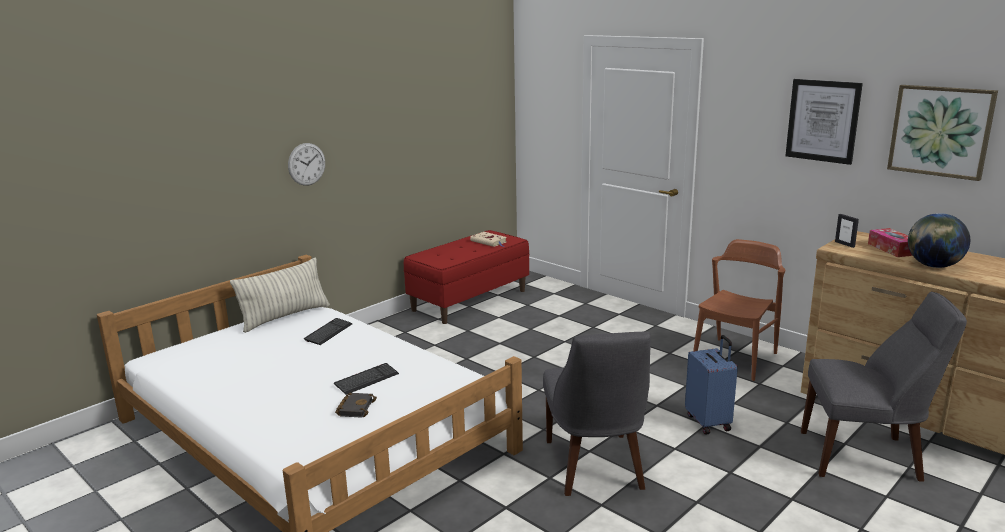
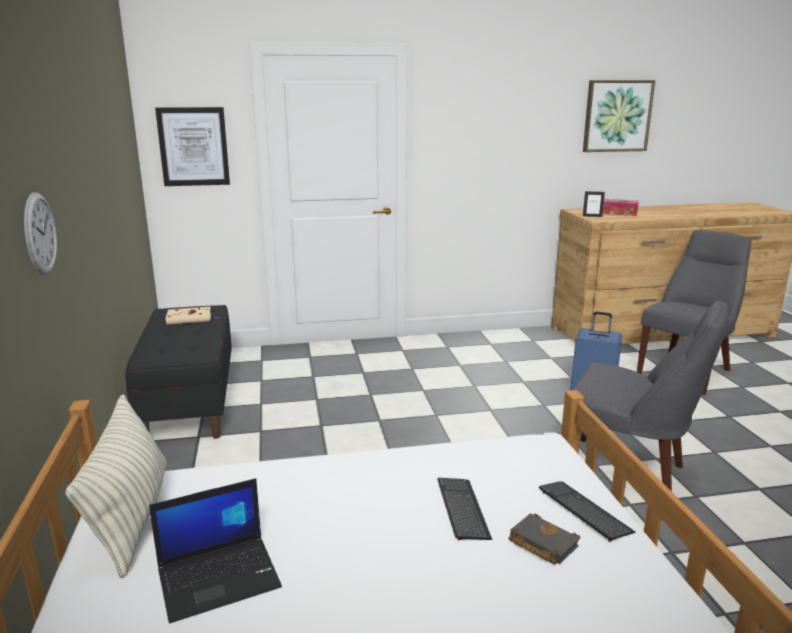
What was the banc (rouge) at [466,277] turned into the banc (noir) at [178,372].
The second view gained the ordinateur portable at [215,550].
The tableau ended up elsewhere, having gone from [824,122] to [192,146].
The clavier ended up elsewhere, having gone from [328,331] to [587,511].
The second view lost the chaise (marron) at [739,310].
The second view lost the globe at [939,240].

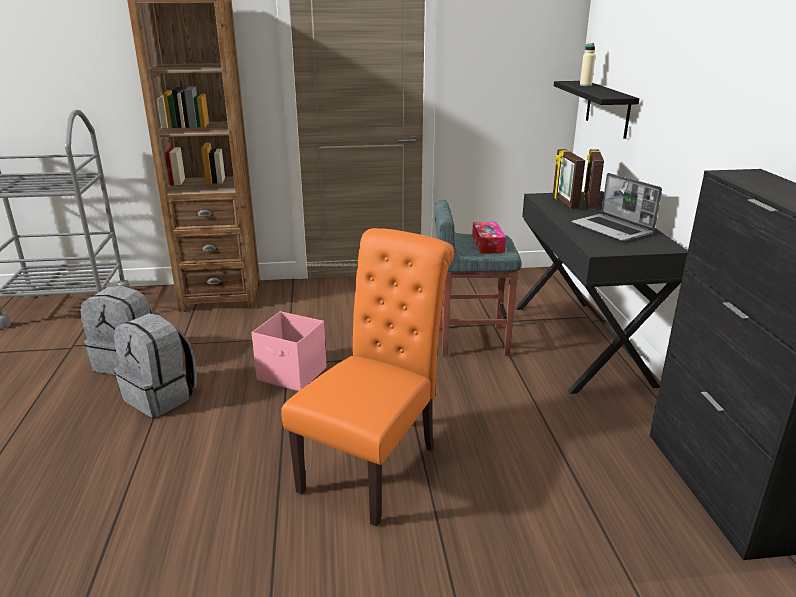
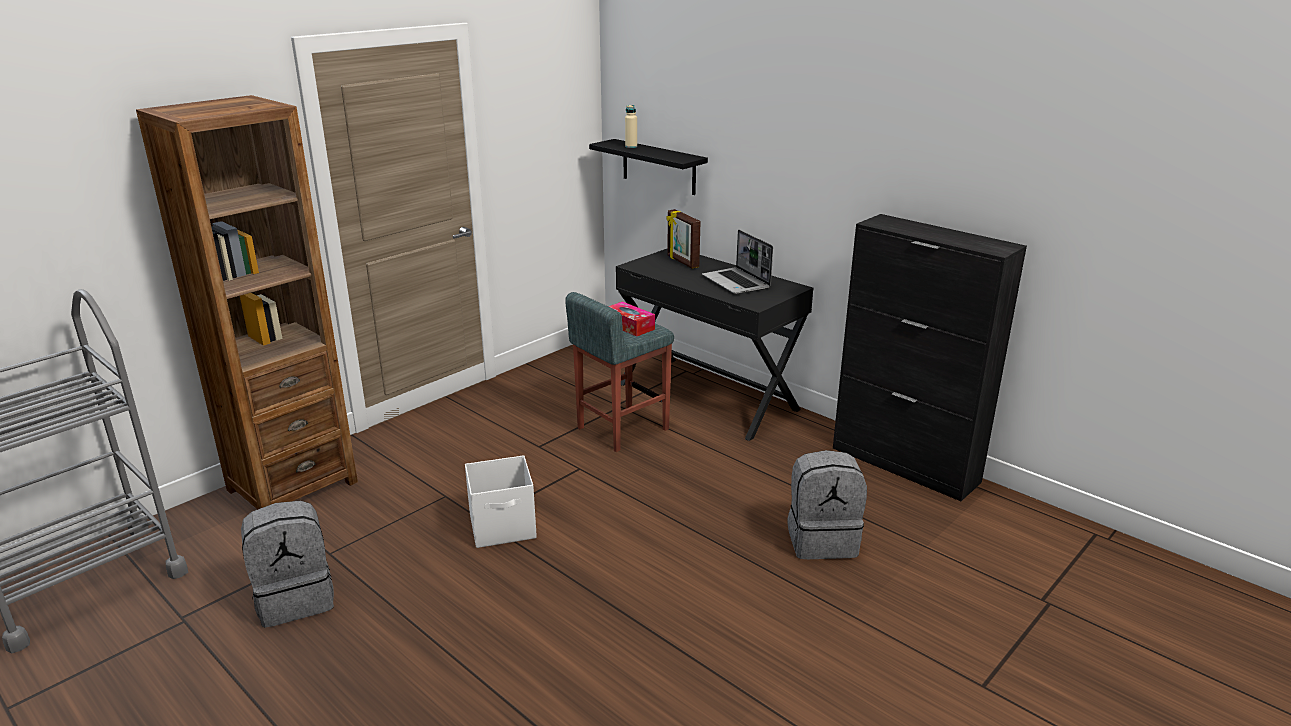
What was the boîte de rangement (rose) at [289,351] turned into the boîte de rangement (blanc) at [501,501].
The ordinateur portable at [616,207] ended up facing another way, 45 degrees clockwise from before.
The sac à dos (gris) ended up elsewhere, having gone from [155,365] to [827,504].
The second view lost the chaise (orange) at [367,377].
The second view lost the cadre photo at [569,179].

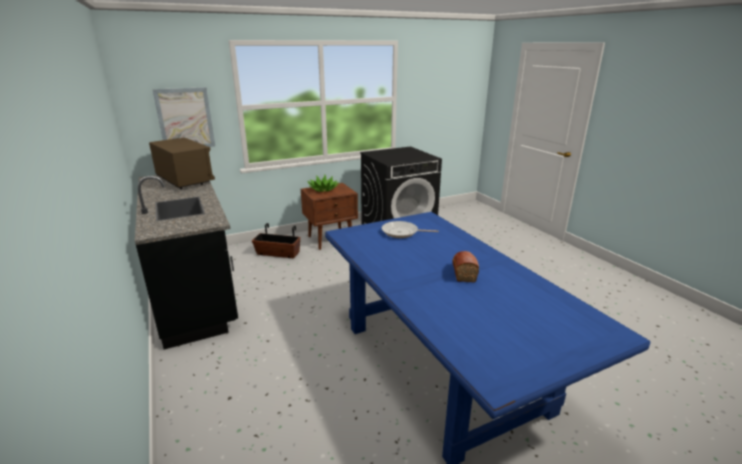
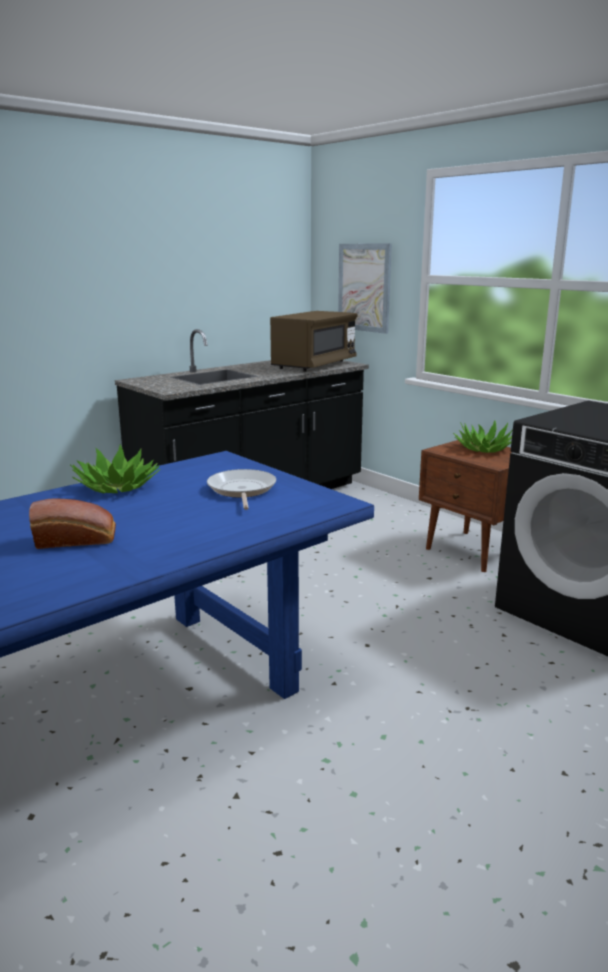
The second view gained the plante en pot at [115,469].
The second view lost the cache-pot at [276,240].

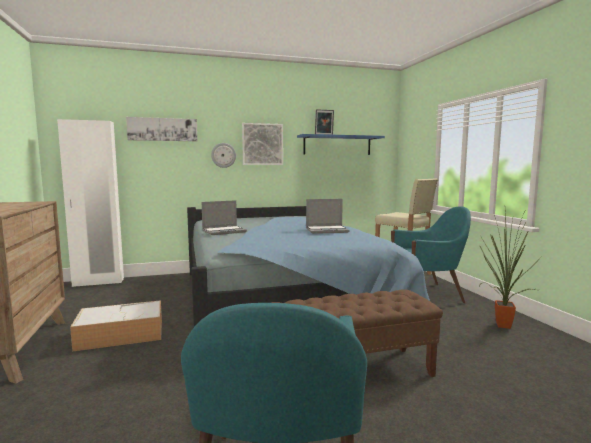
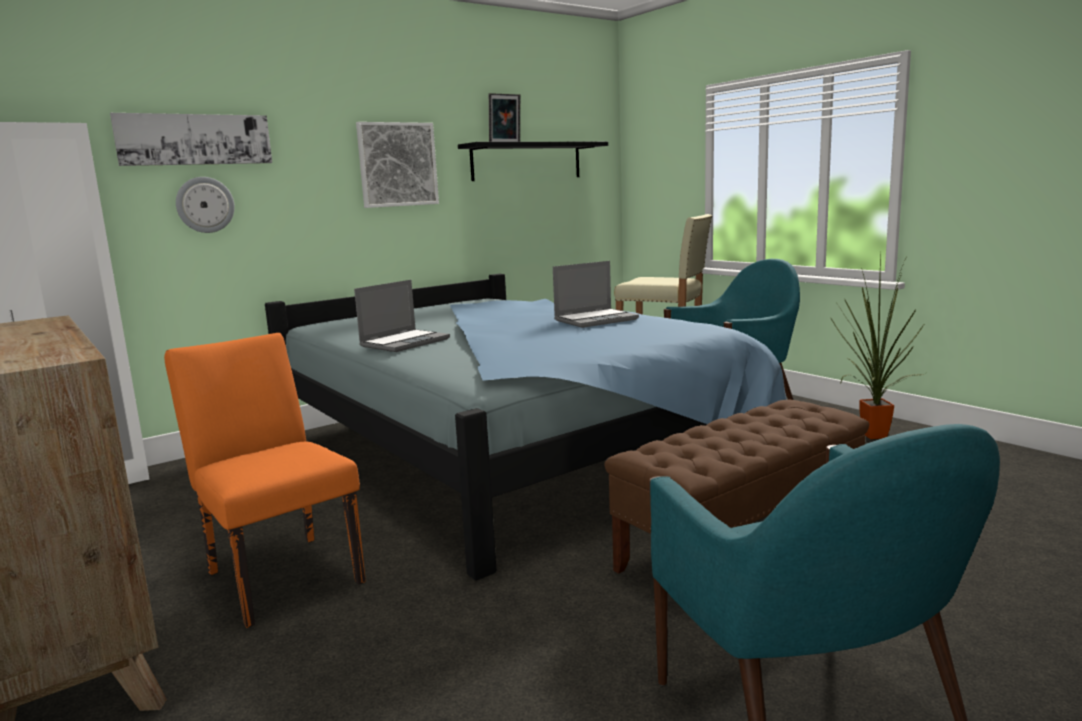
Where the boîte de rangement stood at [116,326], the chaise (orange) came to stand at [265,480].
The horloge murale ended up elsewhere, having gone from [223,155] to [205,205].
What was the étagère (bleu) at [341,144] turned into the étagère (noir) at [533,161].

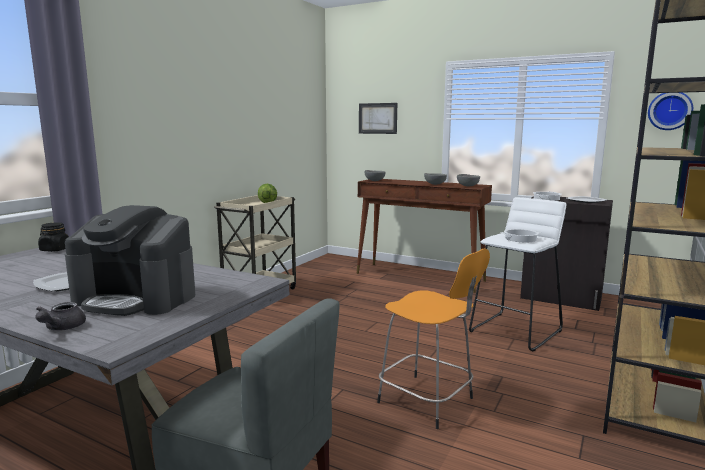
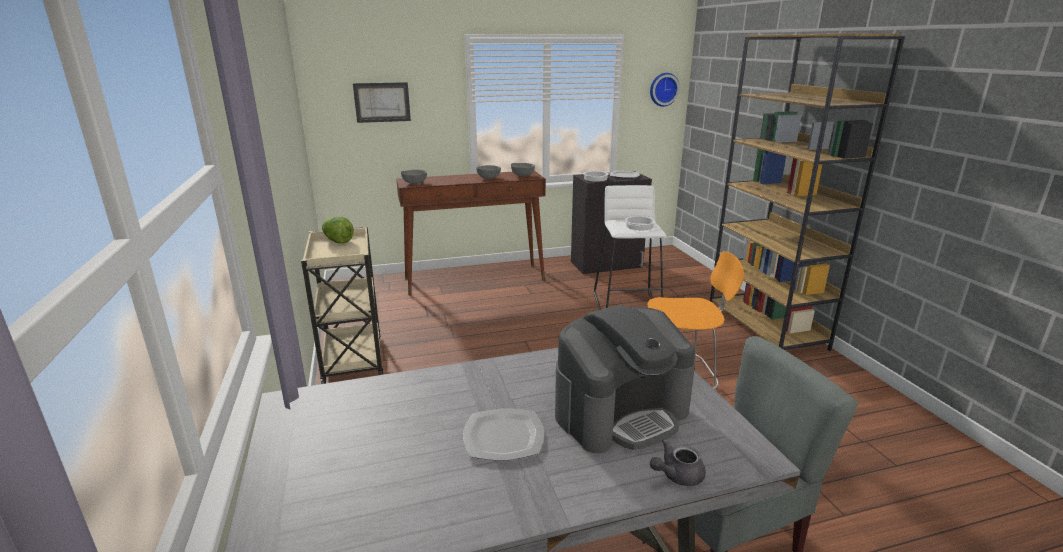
The théière (gris) at [60,316] ended up facing another way, 105 degrees clockwise from before.
The second view lost the bocal (noir) at [53,237].

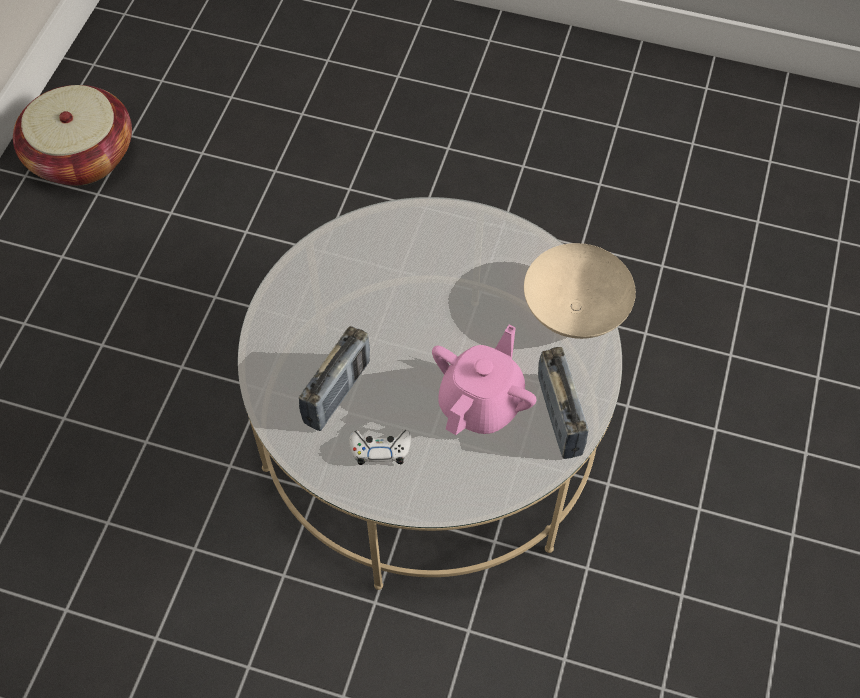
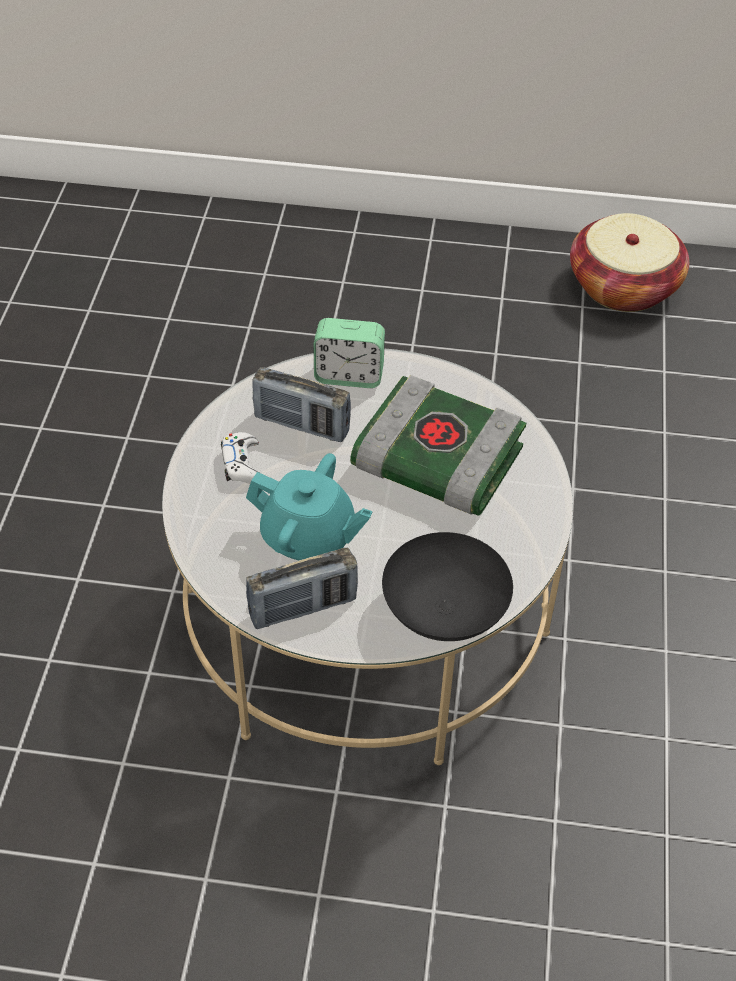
What was the théière (rose) at [484,380] turned into the théière (turquoise) at [309,506].
The second view gained the réveil at [349,353].
The second view gained the livre at [438,445].
What was the bol (beige) at [580,291] turned into the bol (noir) at [447,586].

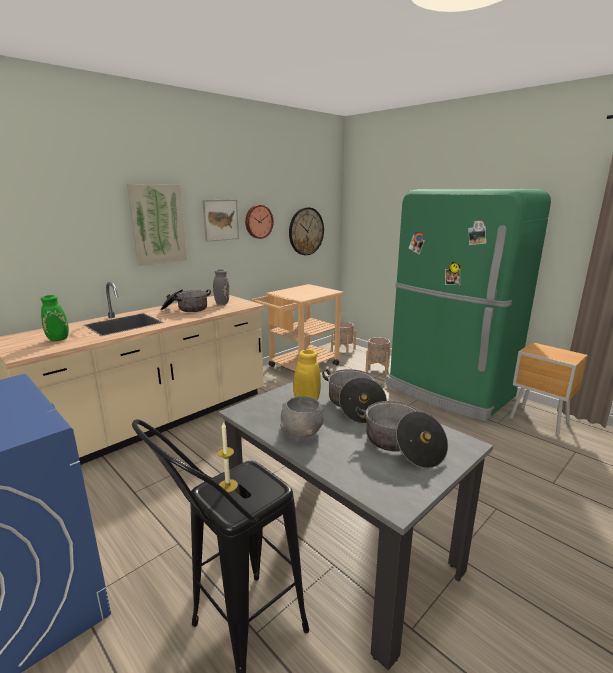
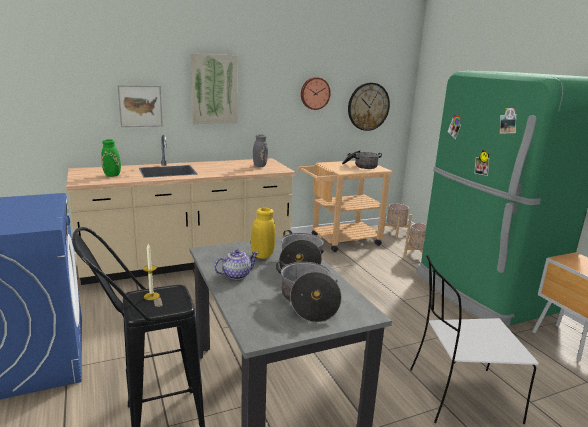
The tableau ended up elsewhere, having gone from [220,221] to [140,106].
Where the bol (gris) stood at [302,417], the théière came to stand at [236,264].
The marmite ended up elsewhere, having gone from [186,300] to [362,159].
The second view gained the chaise (blanc) at [474,339].

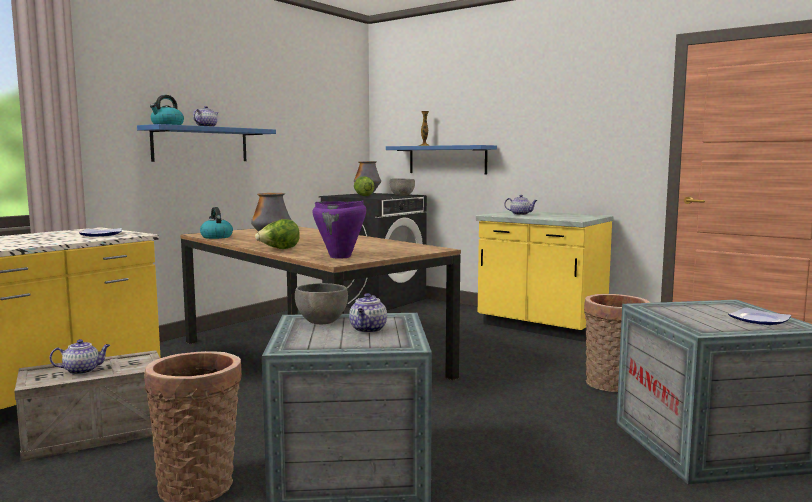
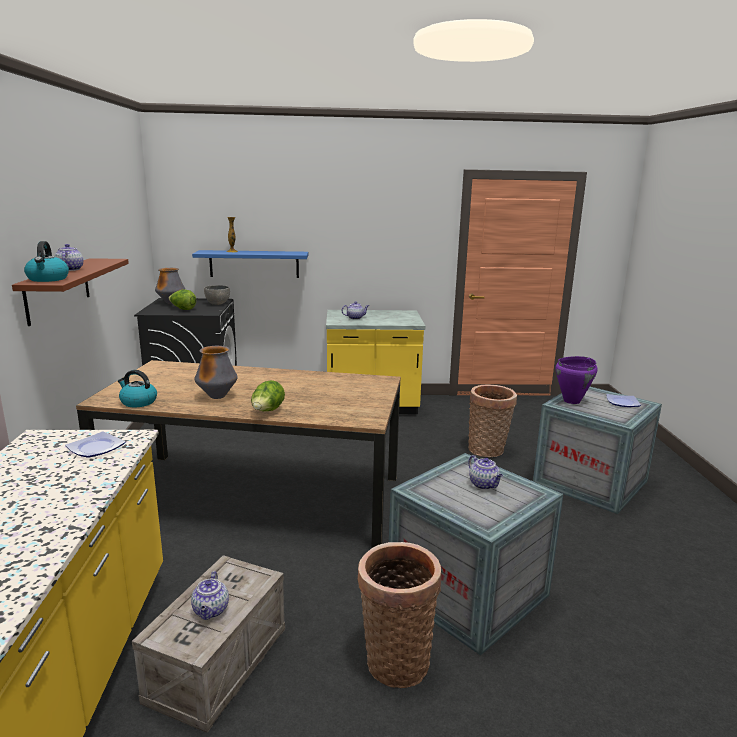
What was the étagère (bleu) at [206,143] turned into the étagère (marron) at [70,292].
The théière at [79,357] ended up facing another way, 150 degrees clockwise from before.
The marmite (violet) ended up elsewhere, having gone from [339,230] to [576,380].
The second view lost the bol (gris) at [321,303].

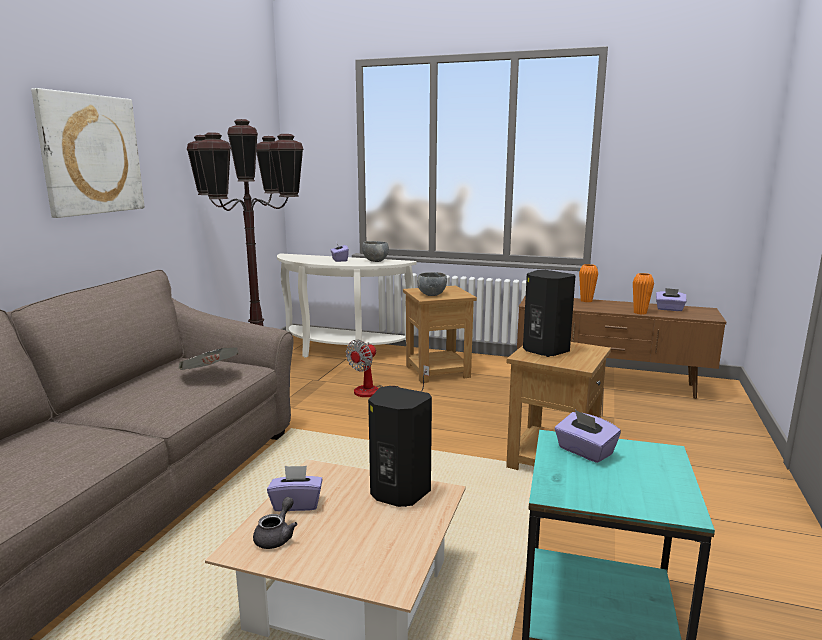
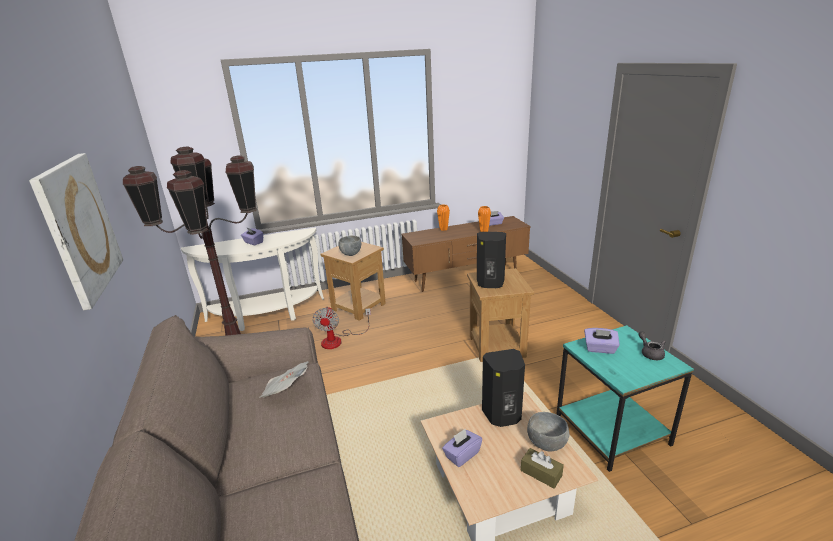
The second view gained the boîte à mouchoirs (marron) at [542,468].
The bol (gris) ended up elsewhere, having gone from [375,251] to [548,431].
The théière (gris) ended up elsewhere, having gone from [275,523] to [652,345].

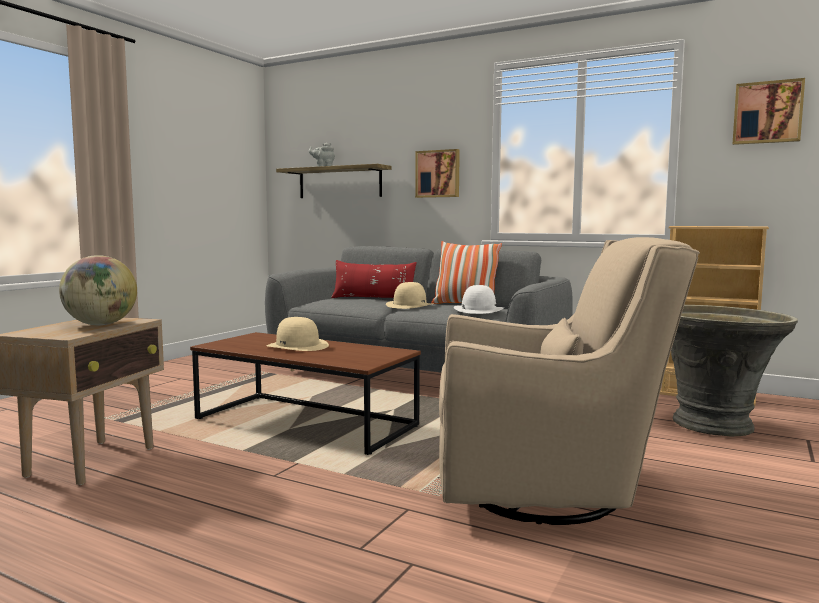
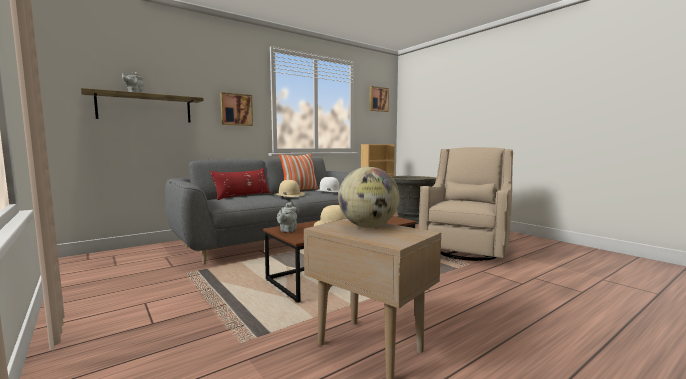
The second view gained the théière (gris) at [287,217].

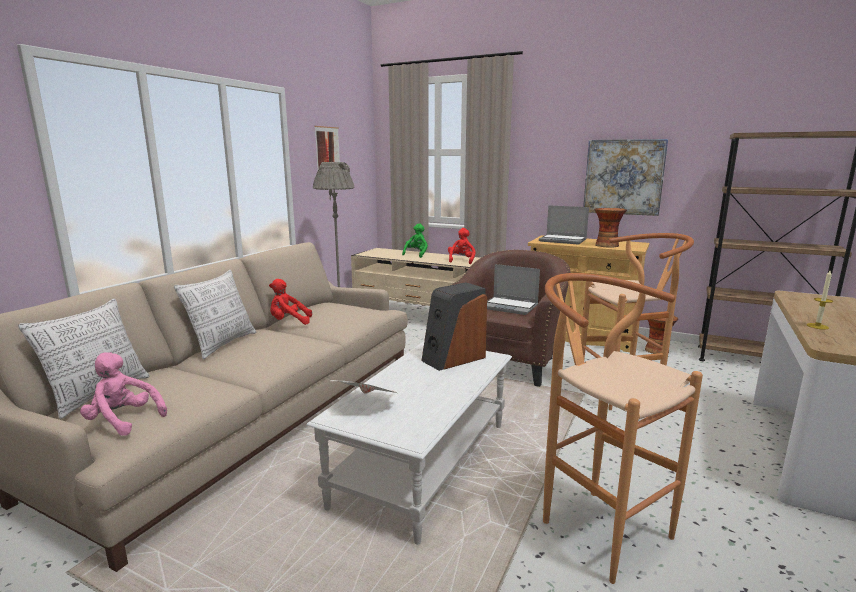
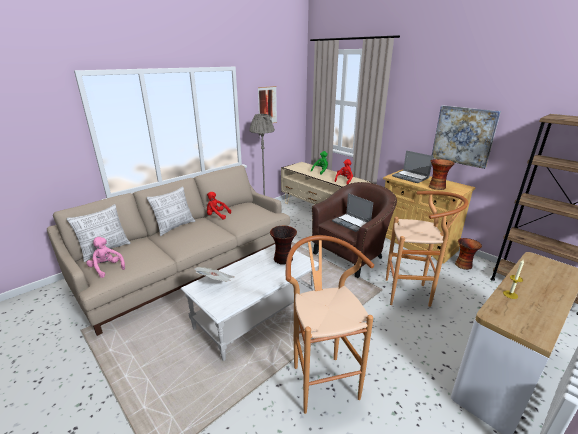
Where the enceinte stood at [454,326], the vase came to stand at [283,245].

